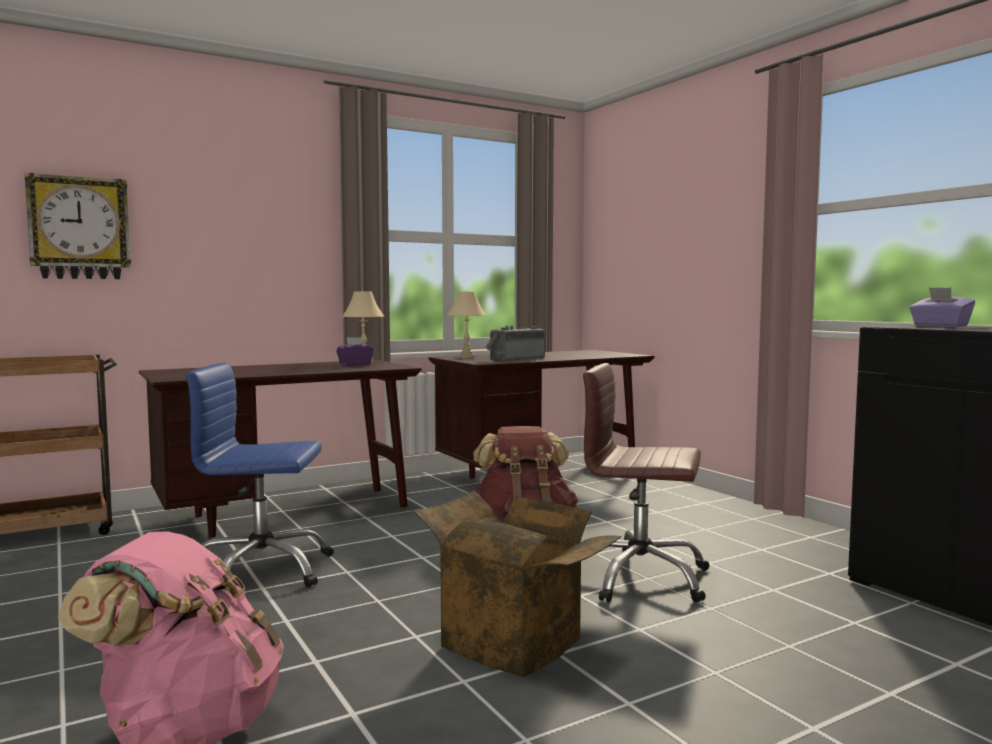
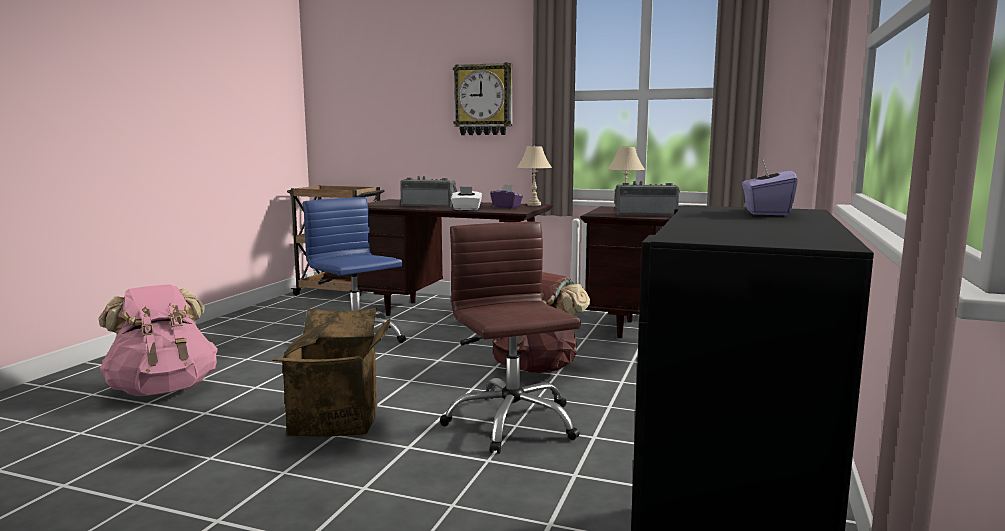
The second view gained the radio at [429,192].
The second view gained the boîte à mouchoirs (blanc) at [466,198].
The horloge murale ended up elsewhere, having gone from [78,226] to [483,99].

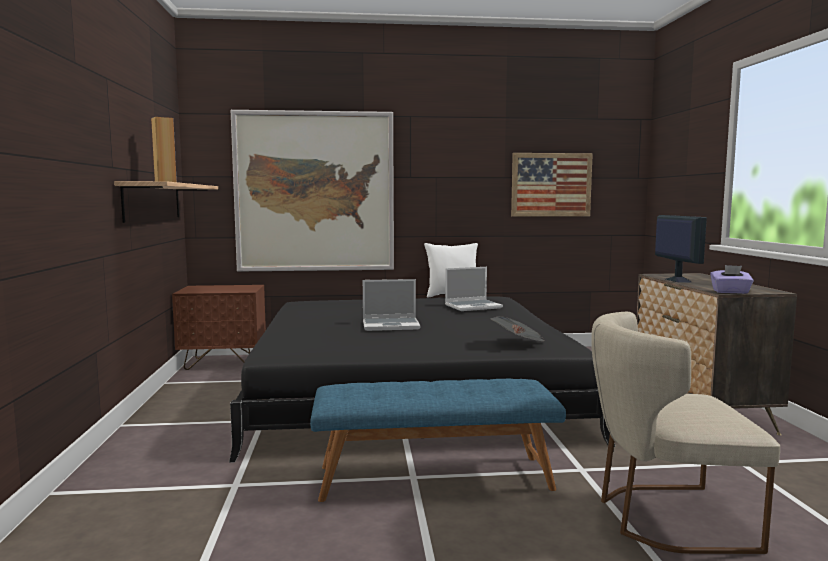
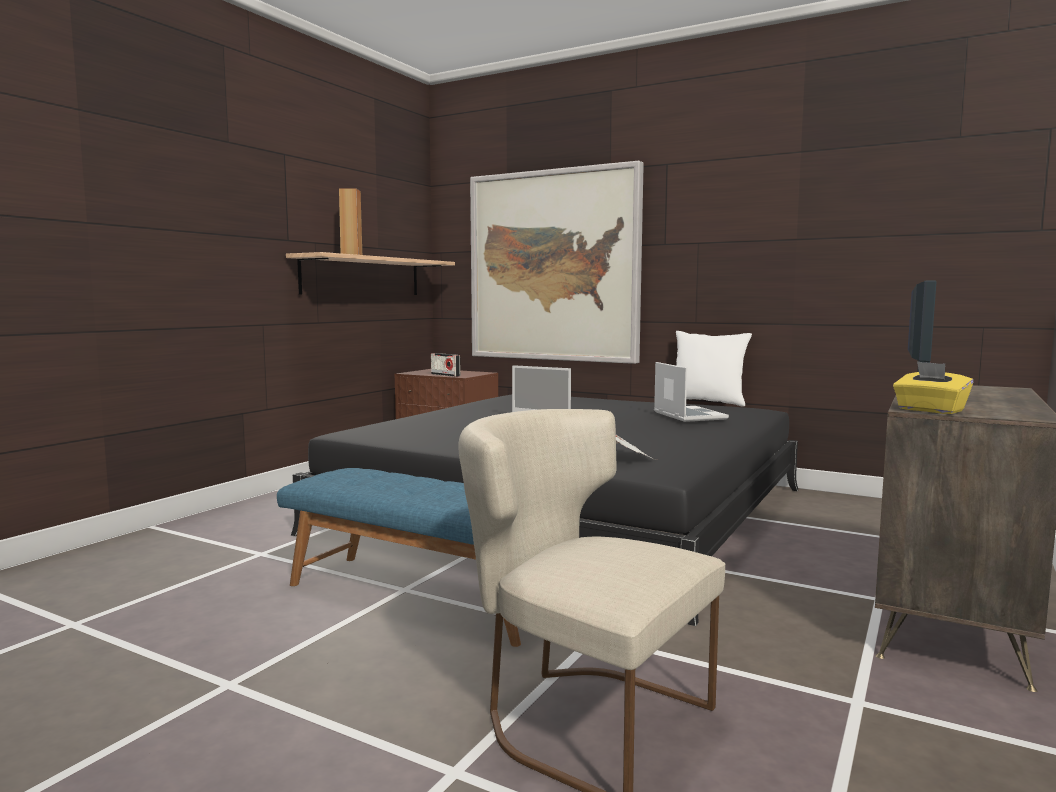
The second view gained the radio at [445,365].
The ordinateur portable at [474,289] ended up facing another way, 120 degrees counterclockwise from before.
What was the boîte à mouchoirs (violet) at [732,279] turned into the boîte à mouchoirs (jaune) at [933,387].
The second view lost the tableau at [552,185].

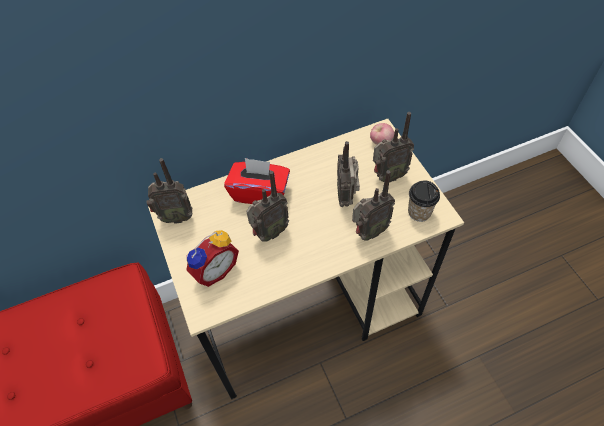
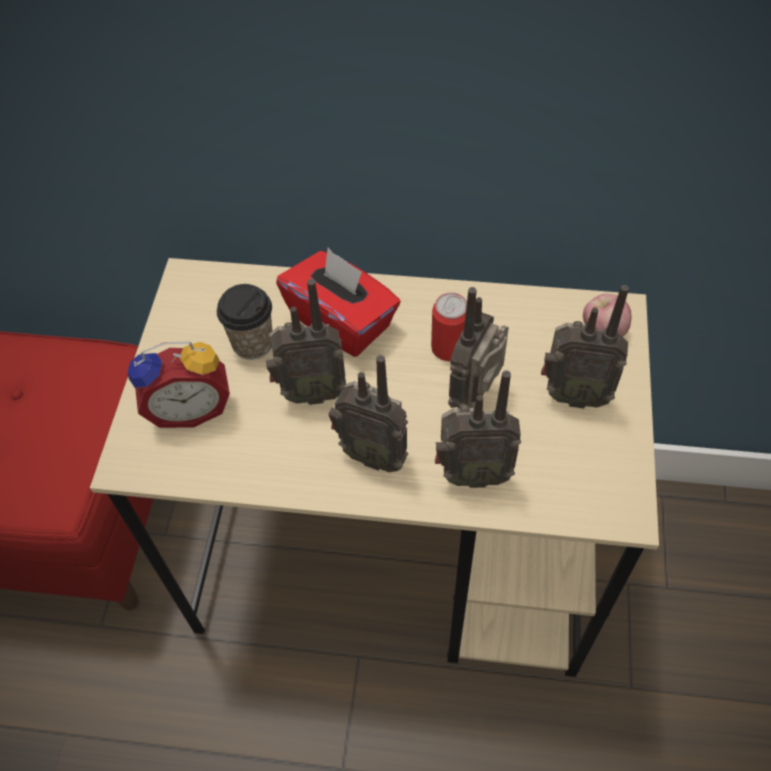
The tasse ended up elsewhere, having gone from [424,201] to [245,322].
The radio ended up elsewhere, having gone from [170,191] to [368,413].
The second view gained the boîte métallique at [449,326].

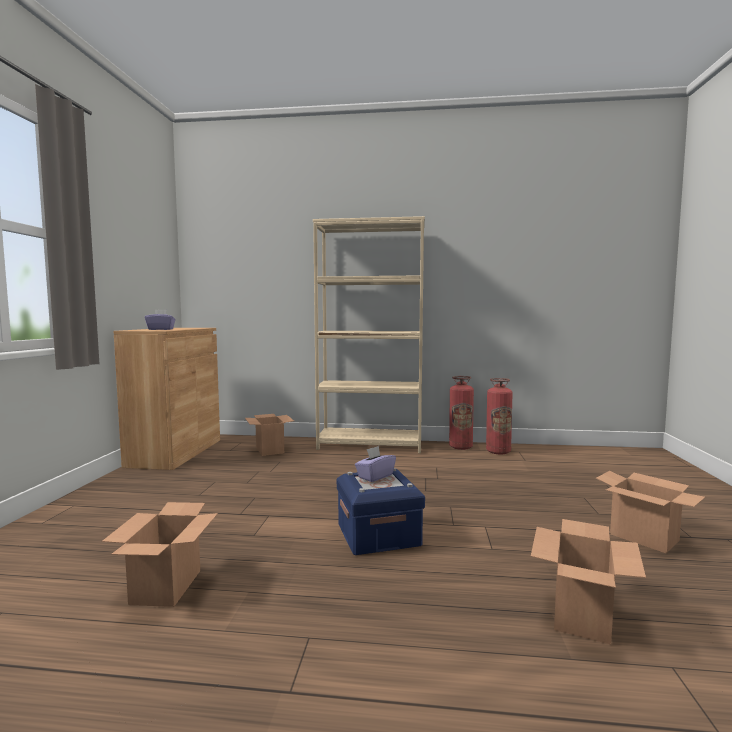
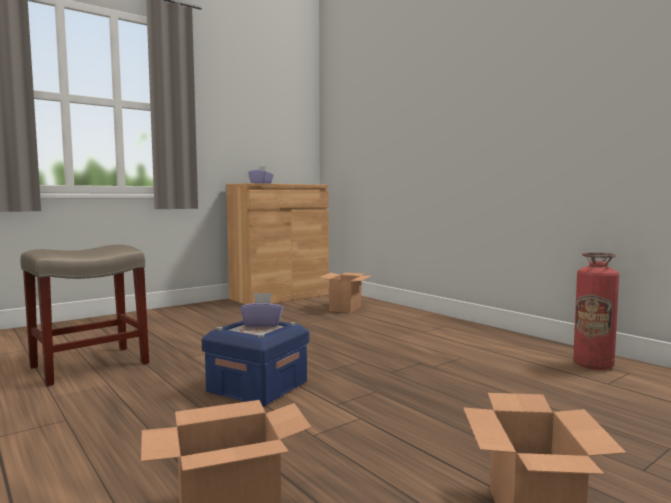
Where the carton stood at [160,554], the tabouret (beige) came to stand at [84,315].
The second view lost the bibliothèque (beige) at [369,334].
The second view lost the extincteur at [461,413].

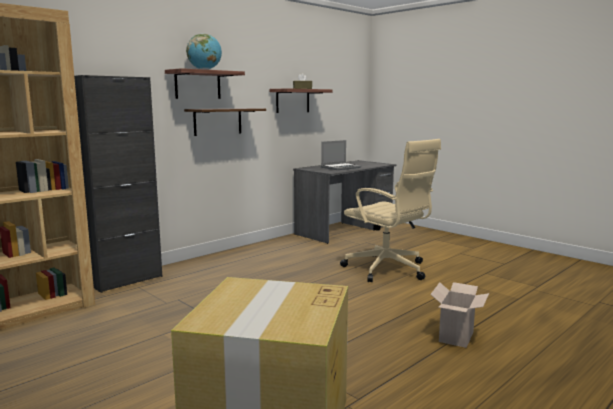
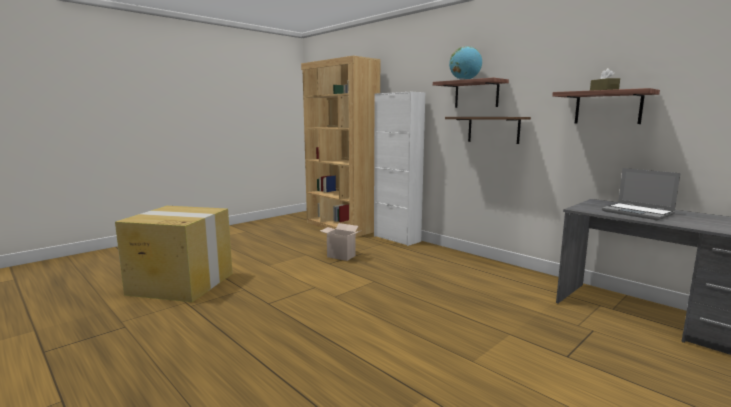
The carton ended up elsewhere, having gone from [459,315] to [341,242].
What was the meuble de rangement (noir) at [118,184] turned into the meuble de rangement (blanc) at [399,169].
The second view lost the chaise de bureau (beige) at [390,210].

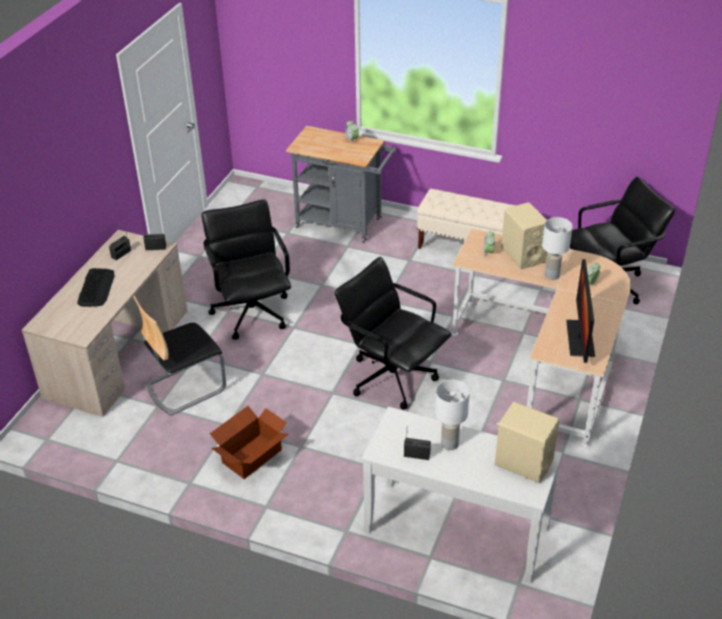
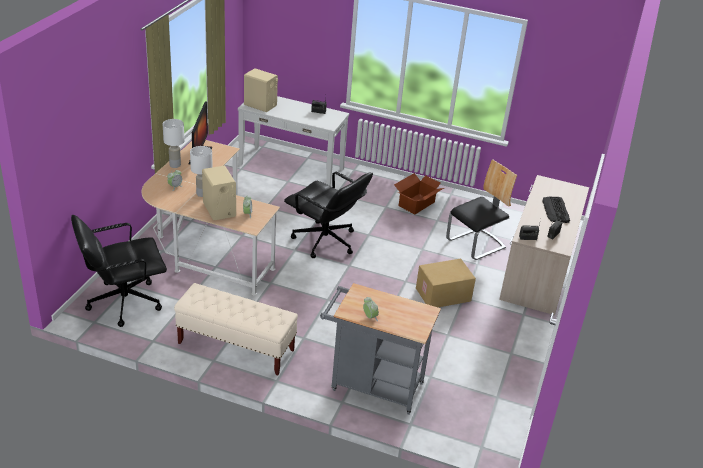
The lampe de table (blanc) ended up elsewhere, having gone from [452,415] to [174,143].
Where the chaise de bureau (noir) stood at [246,270], the carton came to stand at [446,283].

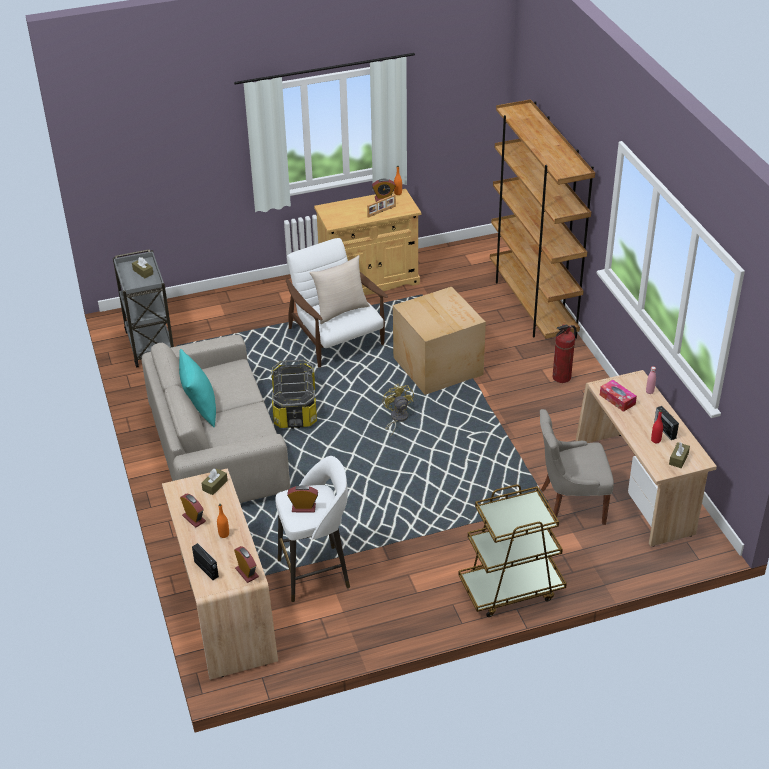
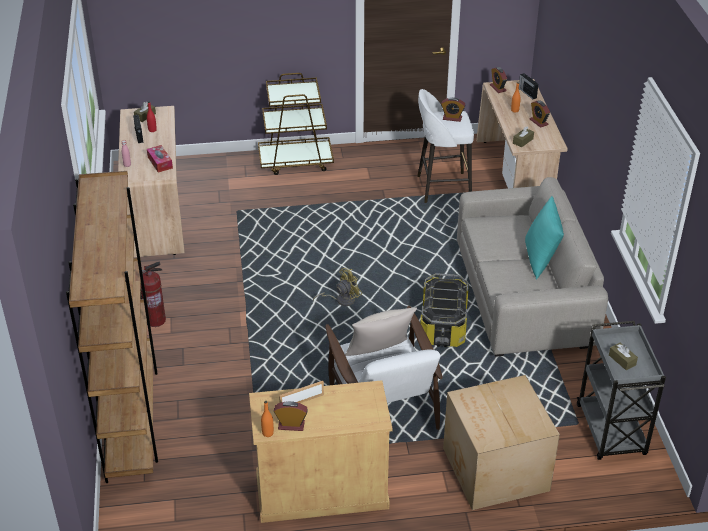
The ventilateur (jaune) at [398,410] ended up facing another way, 120 degrees counterclockwise from before.
The carton ended up elsewhere, having gone from [439,341] to [501,442].
The second view lost the chaise (gris) at [577,467].

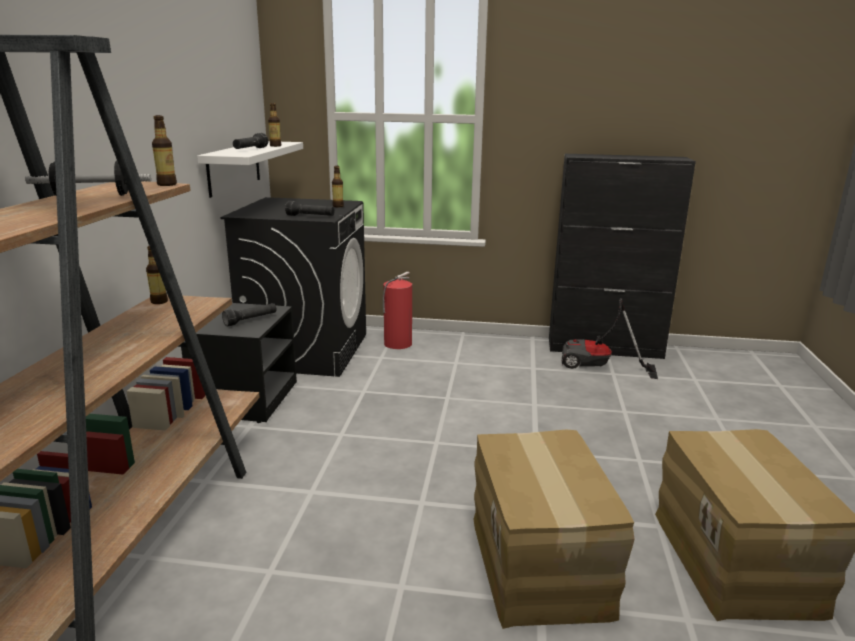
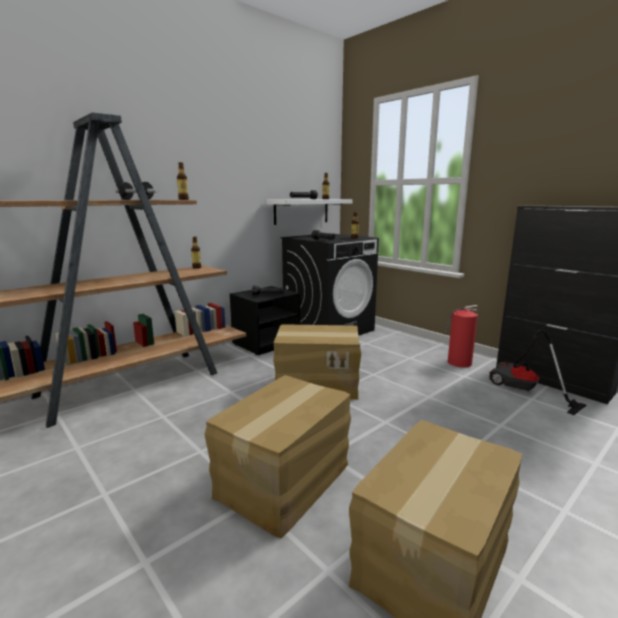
The second view gained the carton at [317,362].
The extincteur ended up elsewhere, having gone from [397,310] to [461,336].

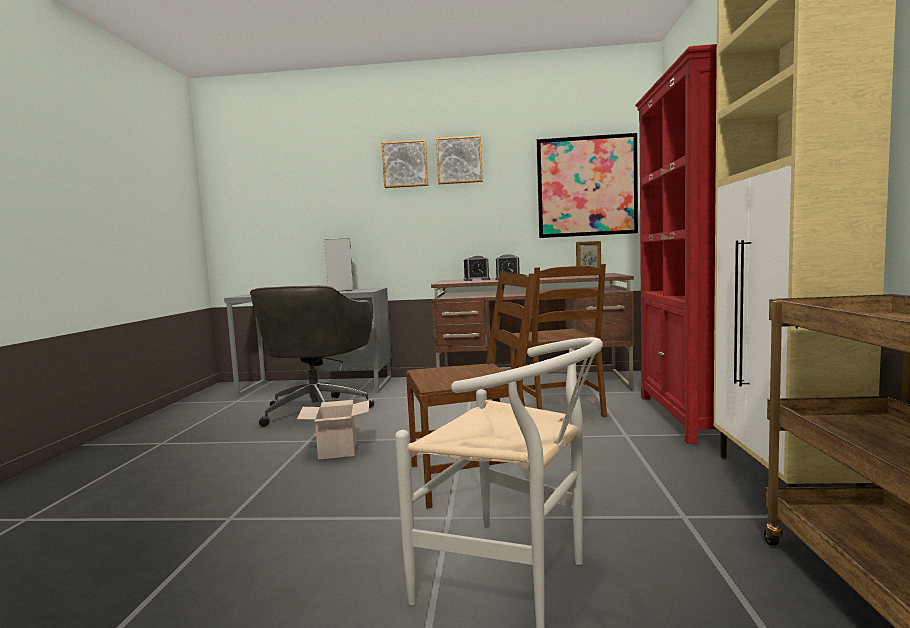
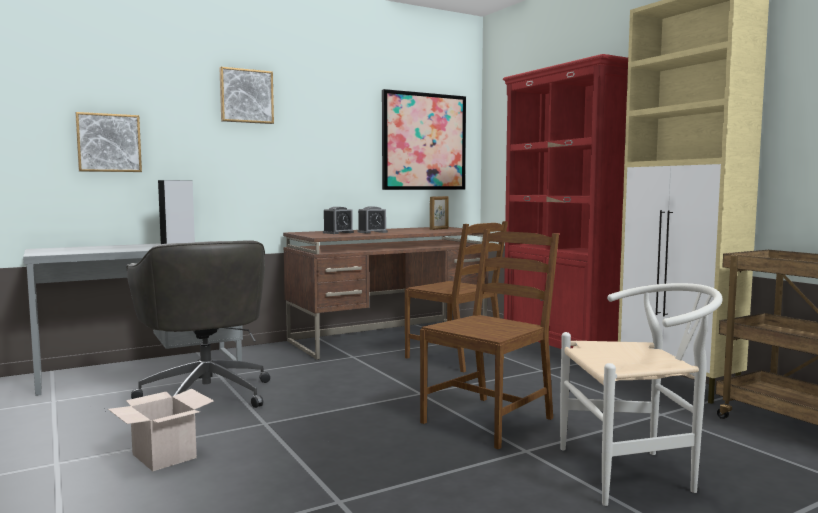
The tableau ended up elsewhere, having gone from [459,159] to [108,142].
The carton ended up elsewhere, having gone from [333,429] to [161,430].

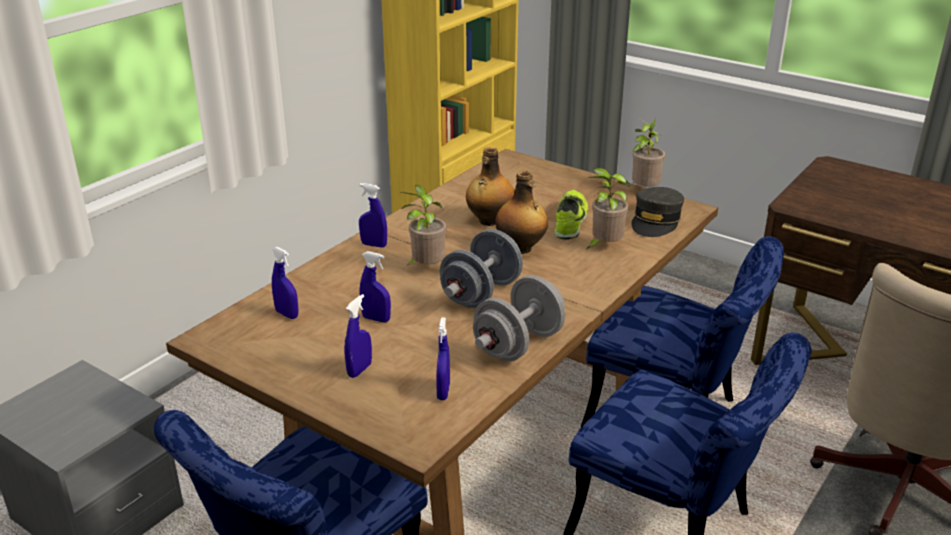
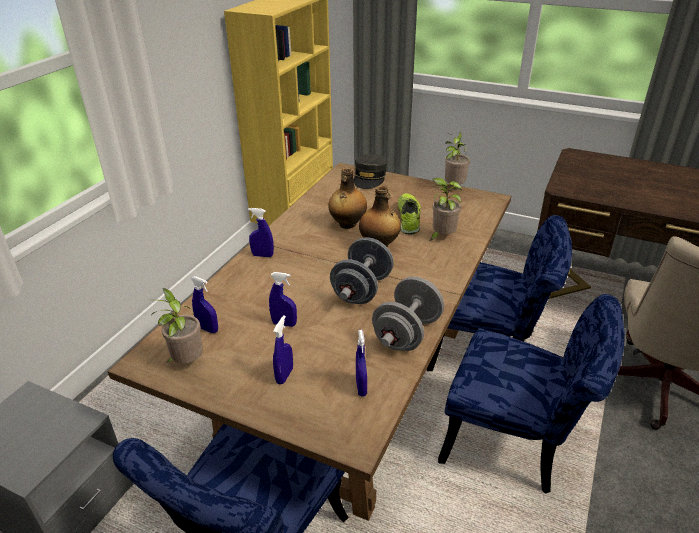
The plante en pot ended up elsewhere, having gone from [423,225] to [175,326].
The casquette (gris) ended up elsewhere, having gone from [658,212] to [370,171].

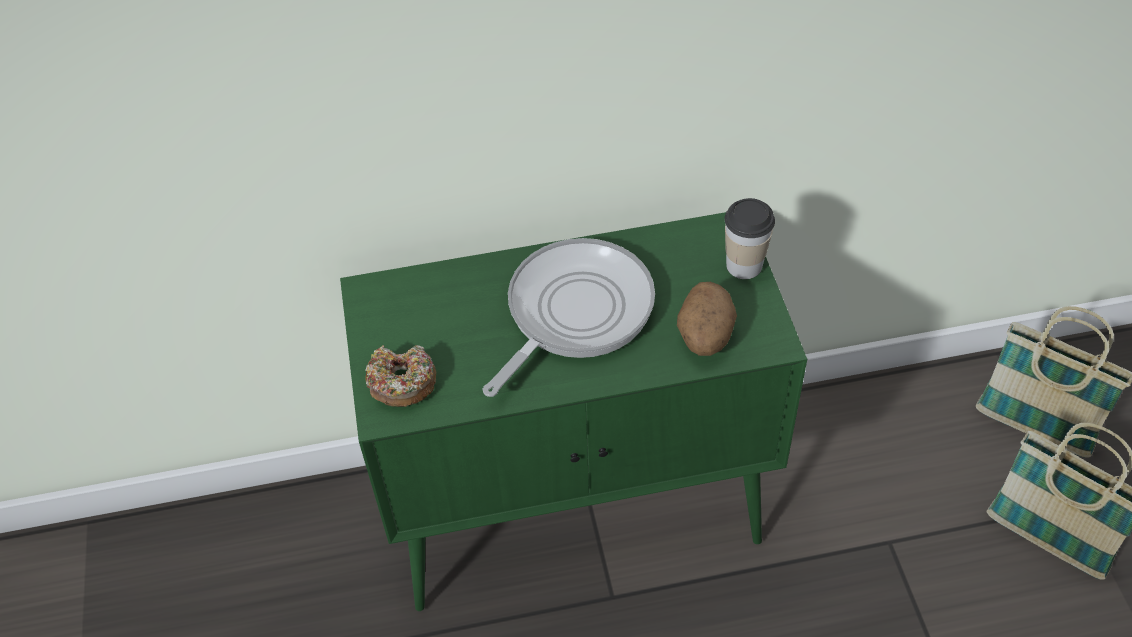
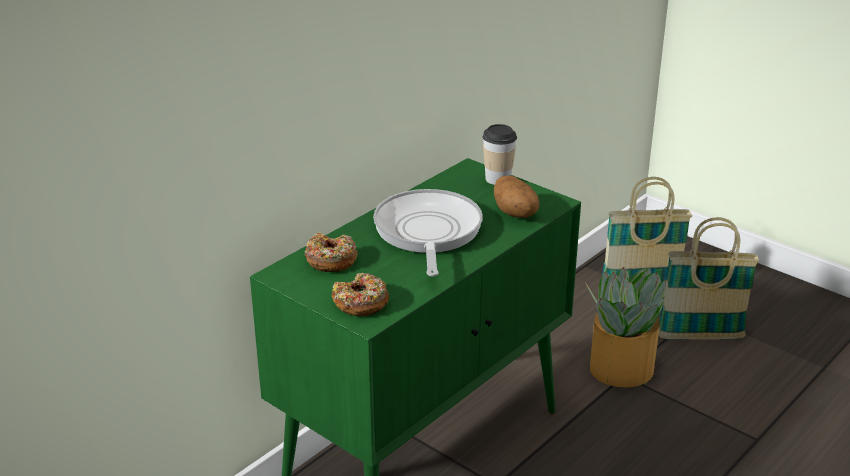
The second view gained the beignet at [331,252].
The second view gained the plante en pot at [626,327].

